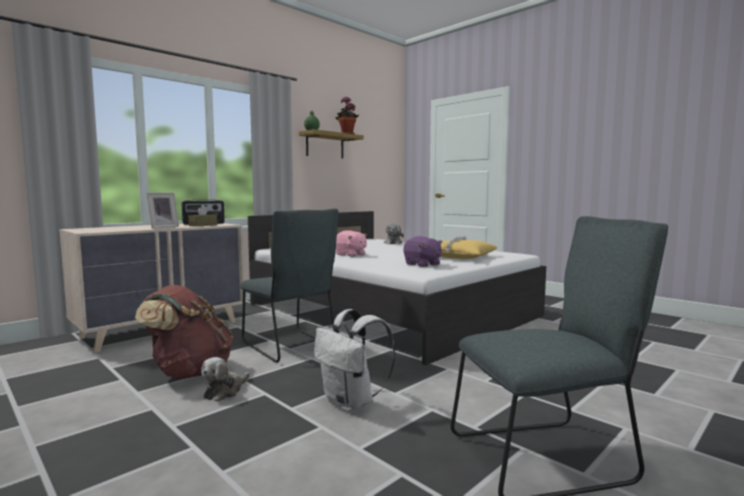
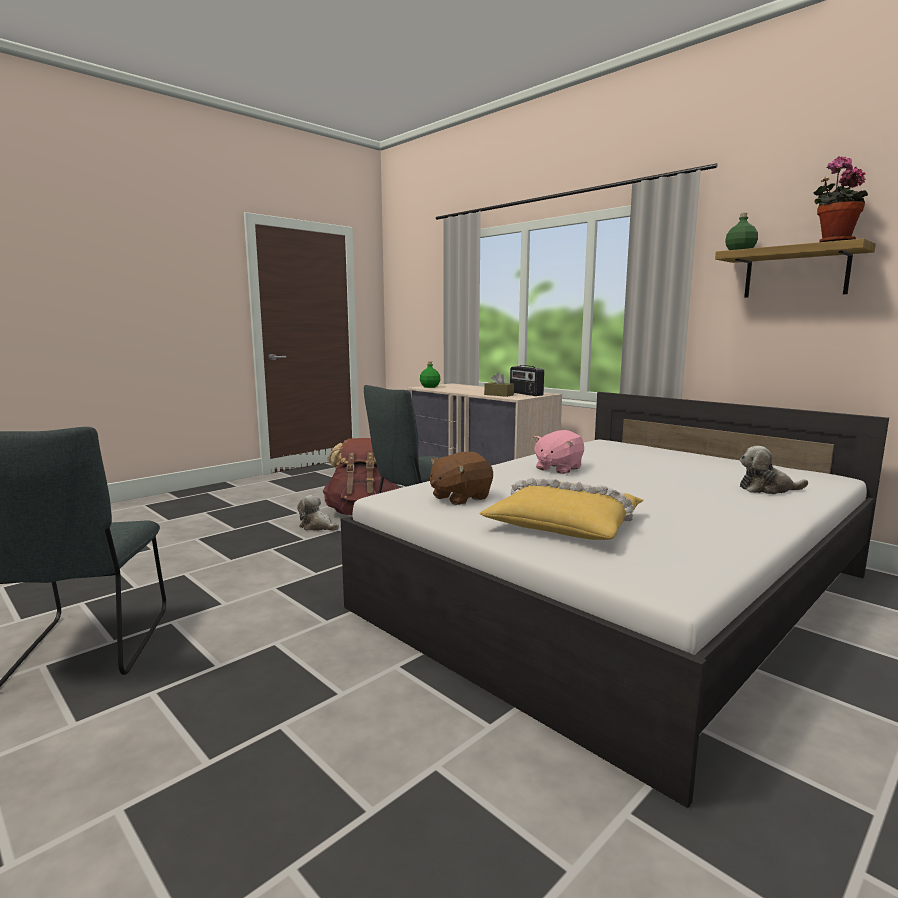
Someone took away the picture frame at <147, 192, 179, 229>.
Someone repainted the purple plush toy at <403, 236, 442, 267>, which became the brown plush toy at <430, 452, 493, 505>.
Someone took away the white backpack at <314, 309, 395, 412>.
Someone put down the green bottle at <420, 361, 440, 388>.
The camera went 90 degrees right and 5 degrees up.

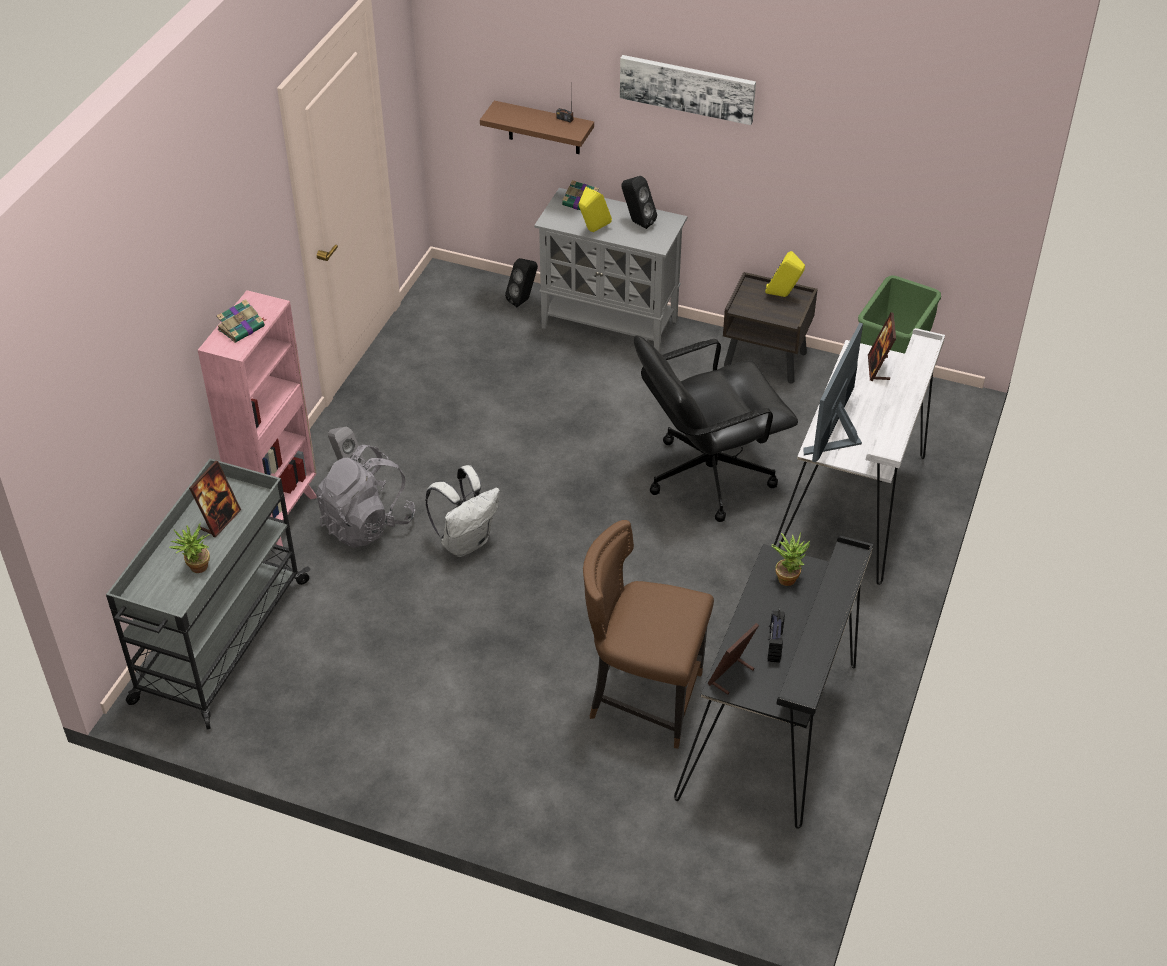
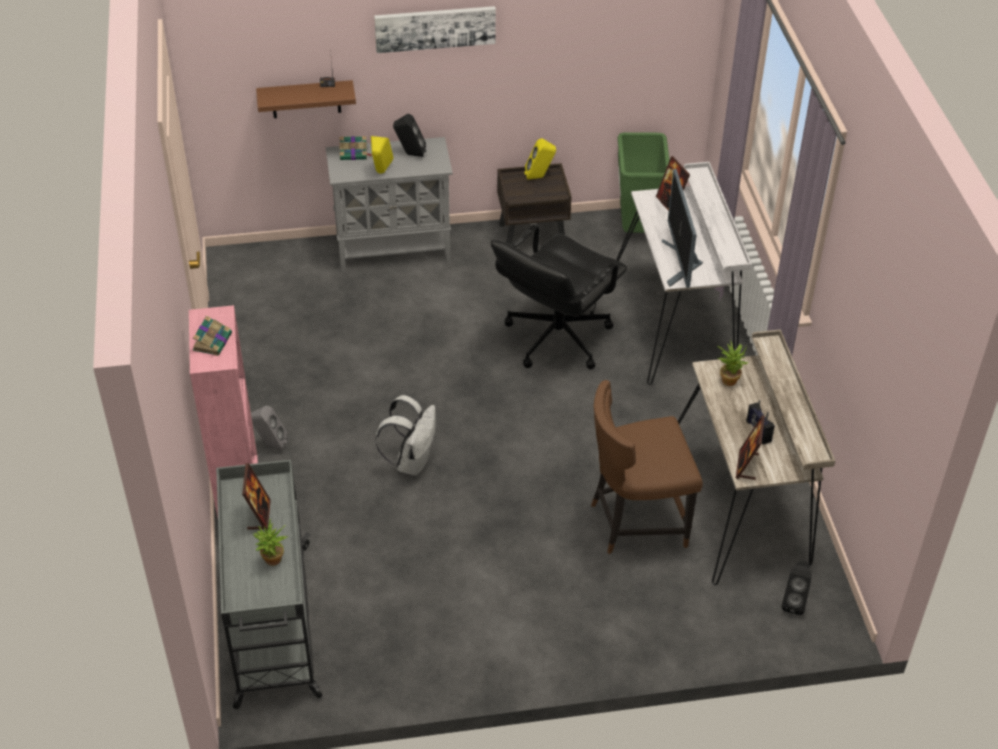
Someone carried the black speaker from <505, 258, 538, 307> to <782, 561, 812, 615>.
Someone took away the grey backpack at <316, 445, 415, 548>.
Someone repainted the black desk at <674, 536, 873, 829>, which became the beige desk at <678, 329, 835, 585>.
The camera went 30 degrees left and 0 degrees up.

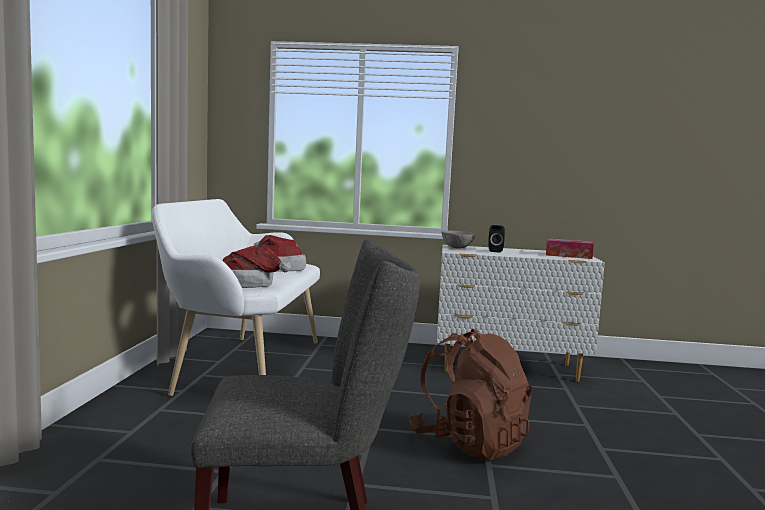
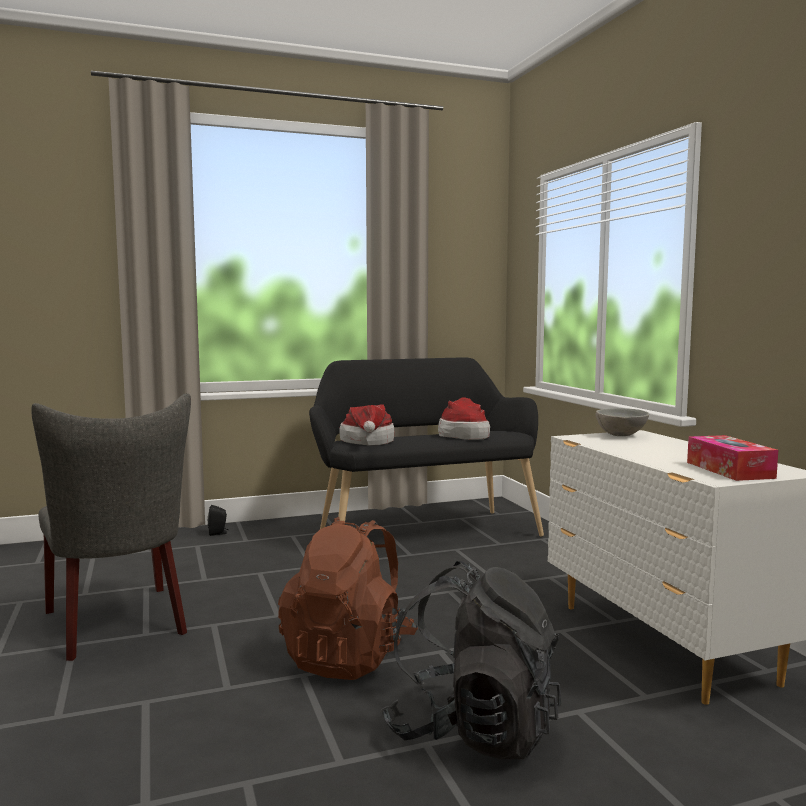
Someone repainted the white bench at <152, 199, 320, 396>, which became the black bench at <309, 357, 544, 537>.
Someone carried the black speaker from <488, 225, 505, 252> to <208, 505, 229, 536>.
Someone put down the black backpack at <381, 561, 561, 759>.
The camera went 65 degrees right and 0 degrees up.

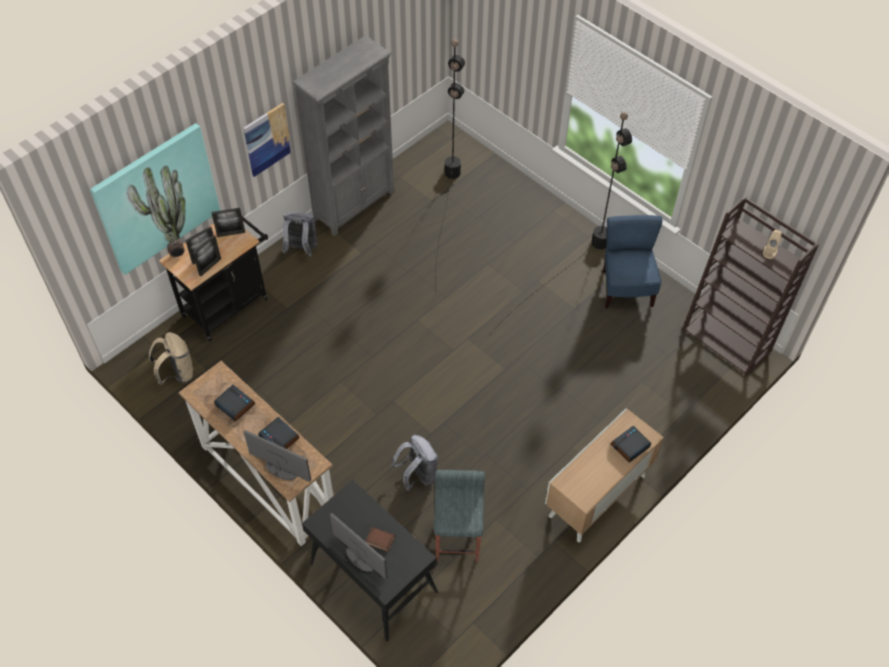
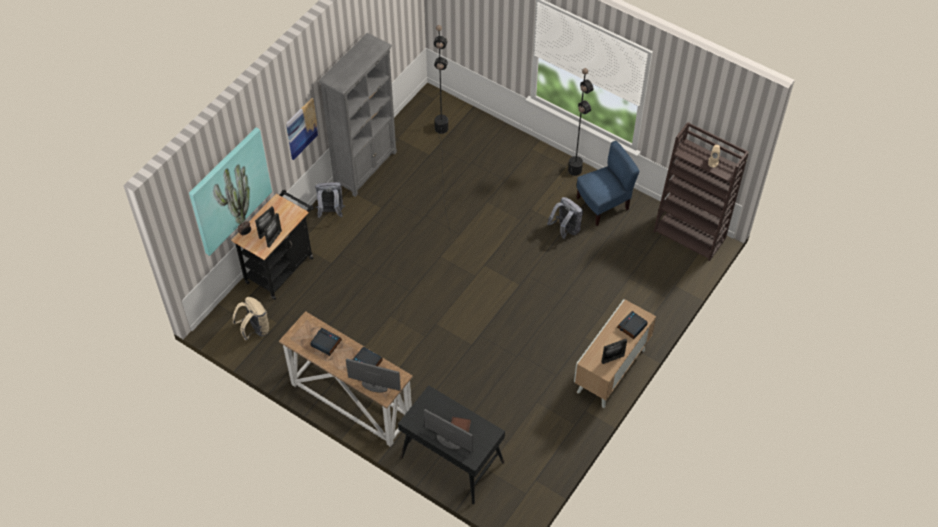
Someone carried the picture frame from <211, 208, 245, 237> to <602, 339, 627, 364>.
Someone rotated the blue chair at <603, 215, 663, 308> by 75 degrees clockwise.
Someone carried the grey backpack from <391, 435, 438, 491> to <547, 197, 583, 239>.
Someone took away the grey stool at <434, 470, 485, 562>.
The camera went 10 degrees left and 0 degrees up.

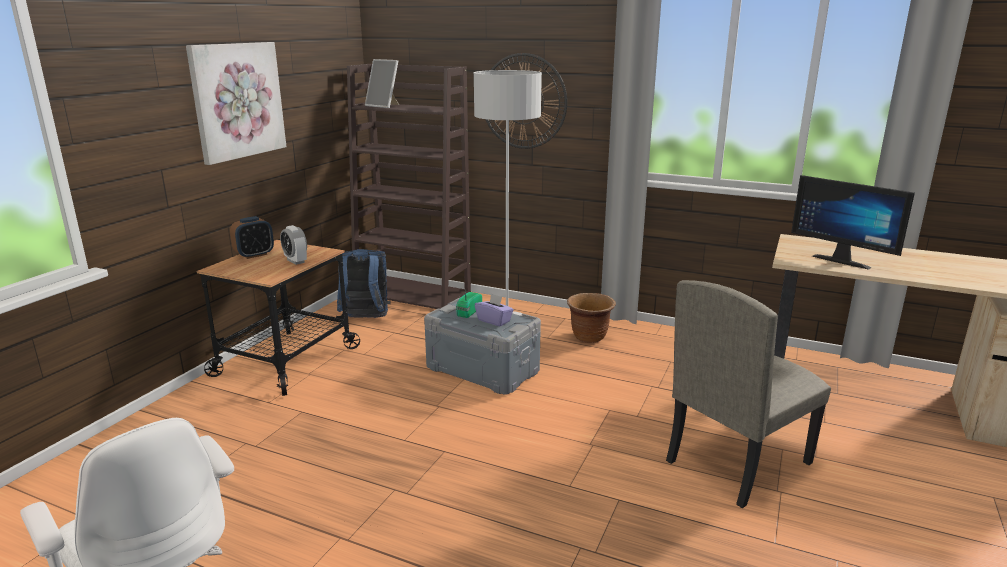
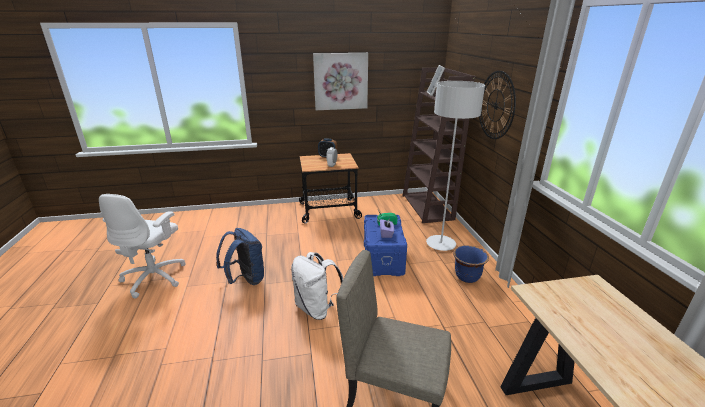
Someone took away the monitor at <791, 175, 915, 270>.
Someone carried the blue backpack from <337, 249, 390, 318> to <216, 228, 265, 285>.
Someone repainted the brown planter at <567, 293, 616, 343>, which became the blue planter at <453, 245, 489, 283>.
Someone repainted the grey storage box at <424, 297, 541, 395>, which became the blue storage box at <364, 215, 407, 276>.
Someone put down the white backpack at <291, 252, 343, 320>.
The camera went 55 degrees right and 5 degrees up.

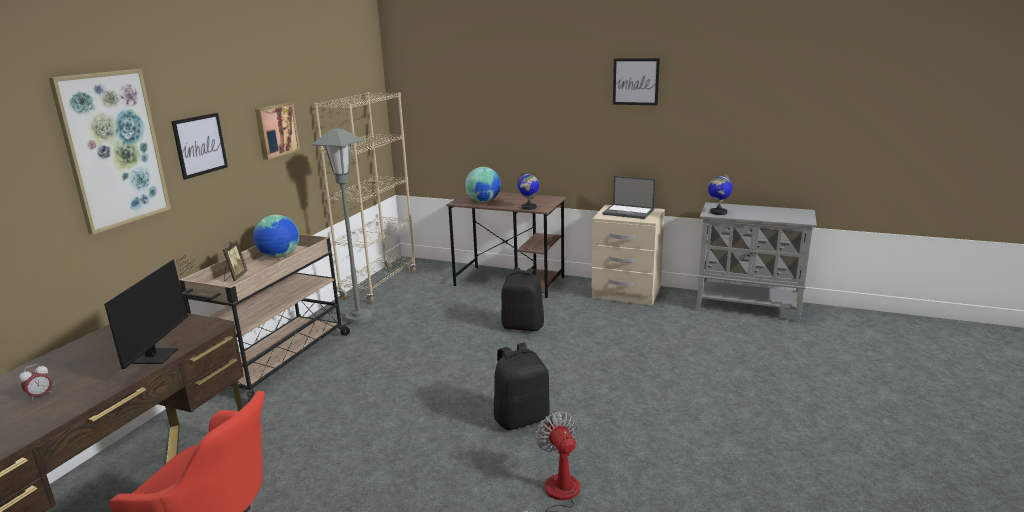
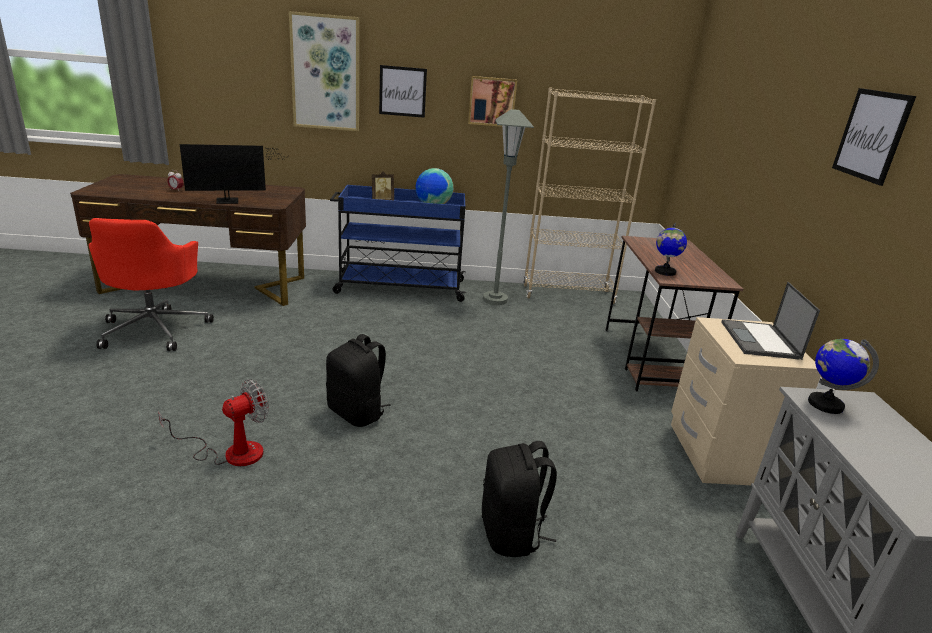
Someone took away the globe at <465, 167, 501, 202>.
Someone repainted the beige cart at <179, 234, 351, 402>, which became the blue cart at <330, 185, 466, 302>.
Someone carried the black backpack from <501, 268, 544, 331> to <482, 441, 557, 557>.
The camera went 65 degrees right and 5 degrees up.

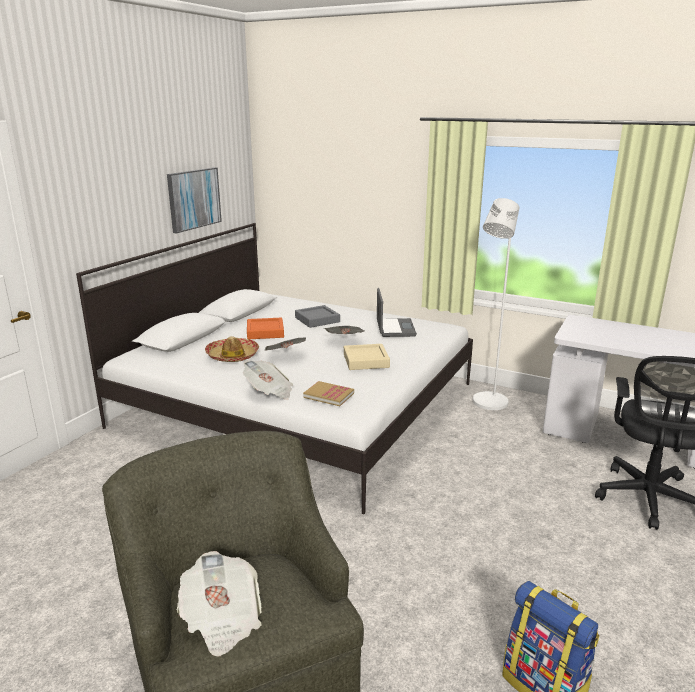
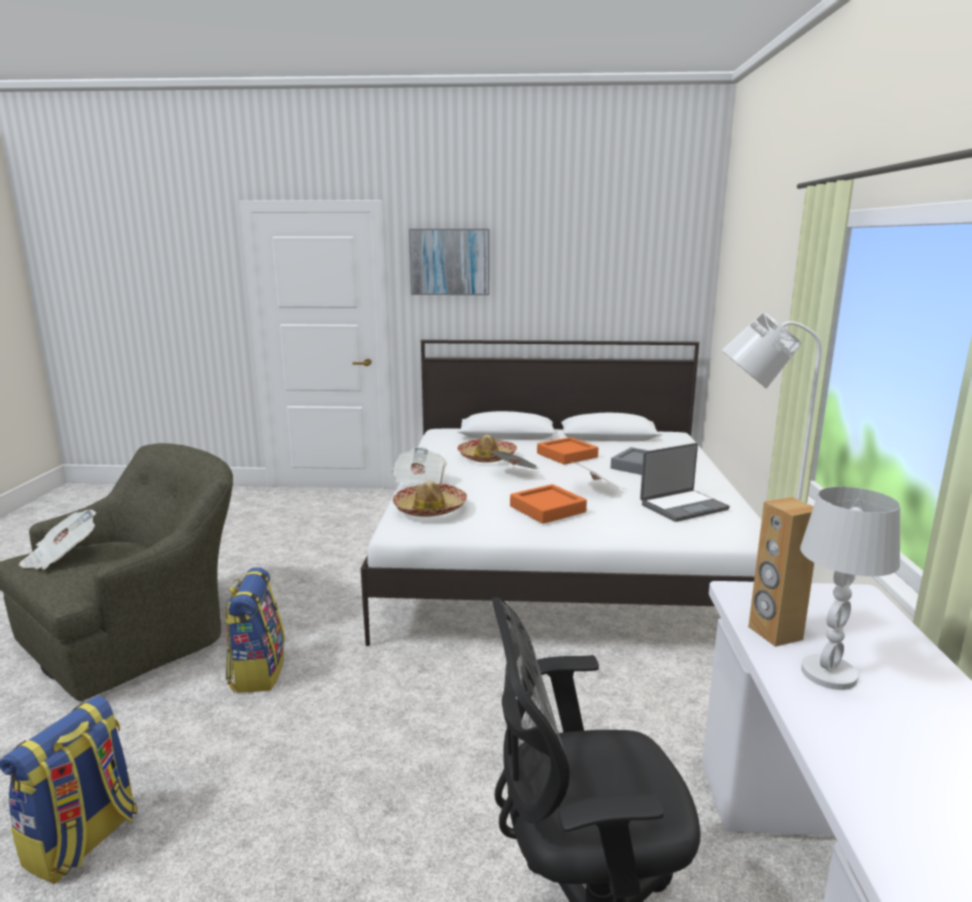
Someone carried the picture from <167, 167, 222, 233> to <409, 229, 489, 295>.
Someone repainted the beige tray at <344, 344, 390, 370>, which became the orange tray at <510, 484, 587, 524>.
Someone swapped the book at <303, 381, 354, 406> for the hat at <393, 481, 467, 517>.
Someone put down the white table lamp at <800, 487, 900, 690>.
Someone put down the brown speaker at <748, 497, 814, 647>.
Someone put down the backpack at <225, 567, 285, 692>.
The camera went 65 degrees right and 5 degrees down.

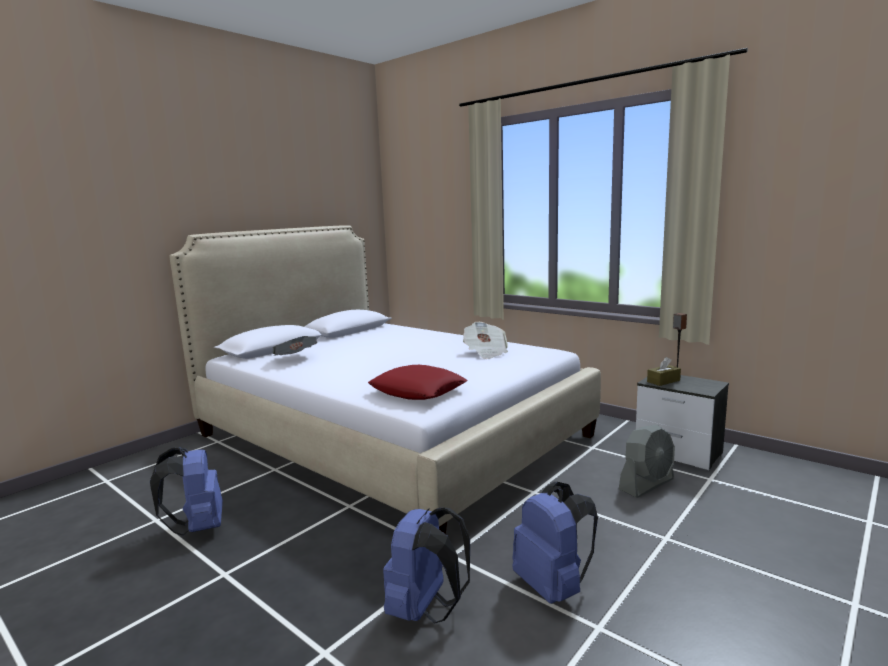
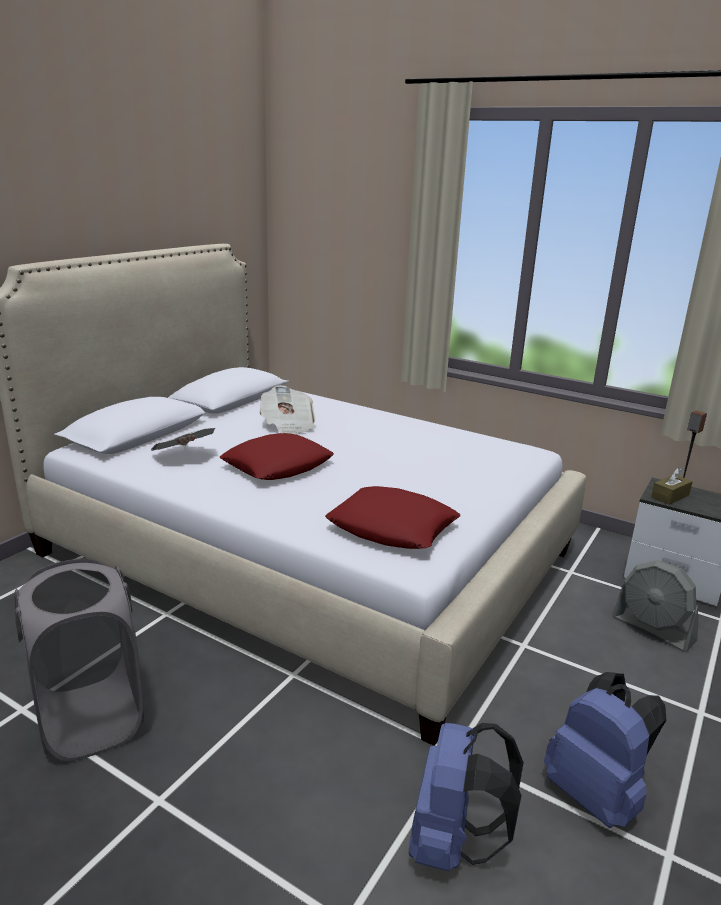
Someone carried the newspaper from <463, 322, 508, 359> to <259, 385, 315, 435>.
Someone rotated the grey fan at <619, 425, 675, 498> by 90 degrees clockwise.
Someone swapped the blue backpack at <150, 447, 223, 535> for the grey laundry basket at <14, 559, 144, 761>.
Someone put down the red pillow at <220, 433, 334, 480>.
The camera went 10 degrees left and 10 degrees up.

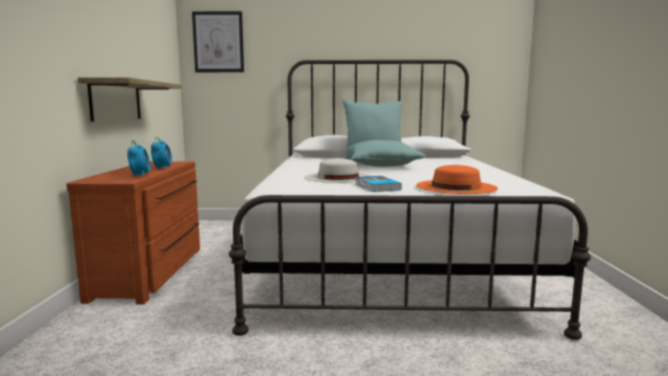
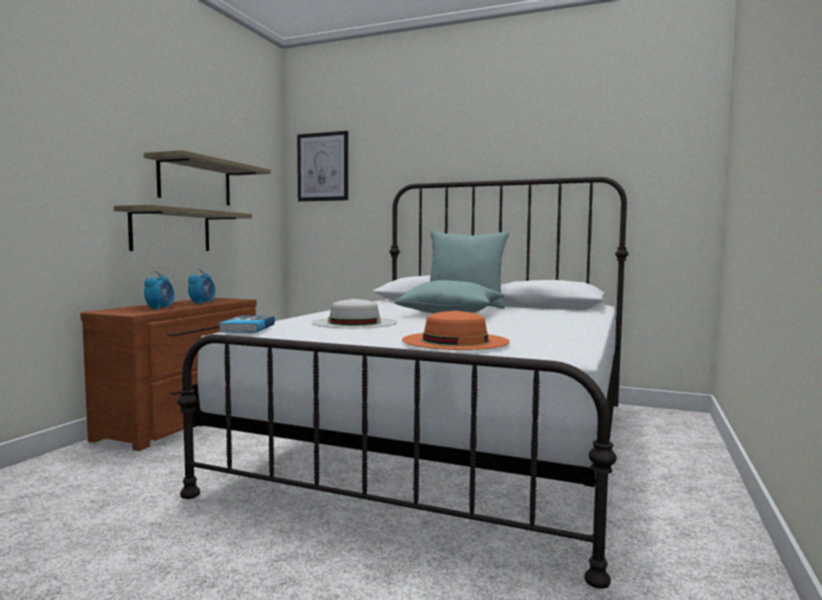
Someone carried the book from <355, 176, 402, 192> to <219, 316, 275, 333>.
Someone put up the shelf at <144, 150, 271, 206>.
The camera went 20 degrees right and 5 degrees down.

